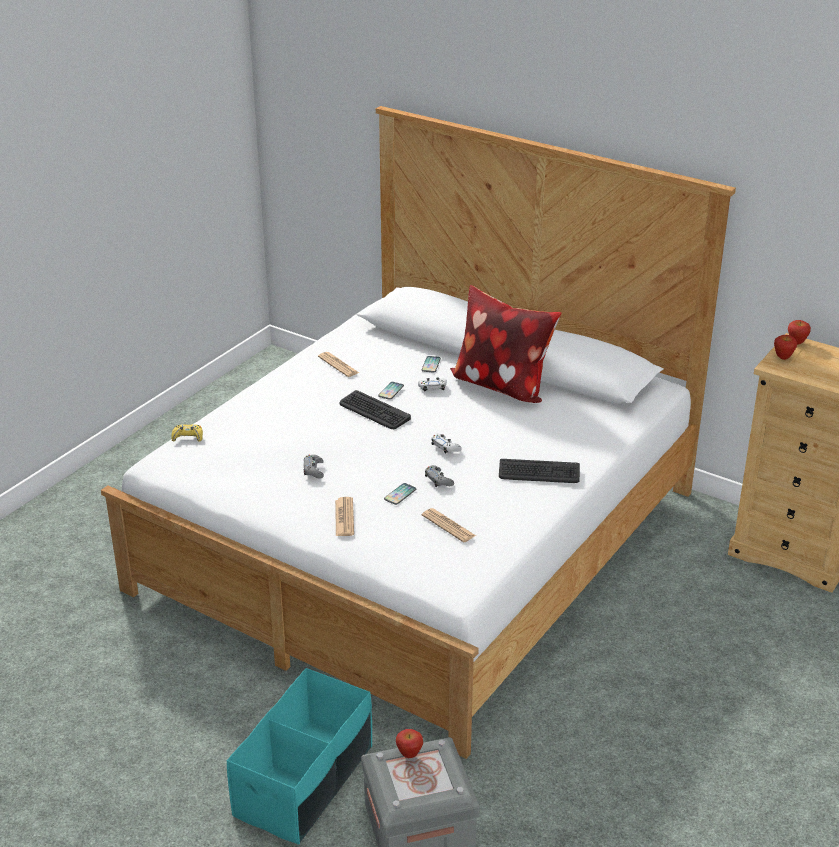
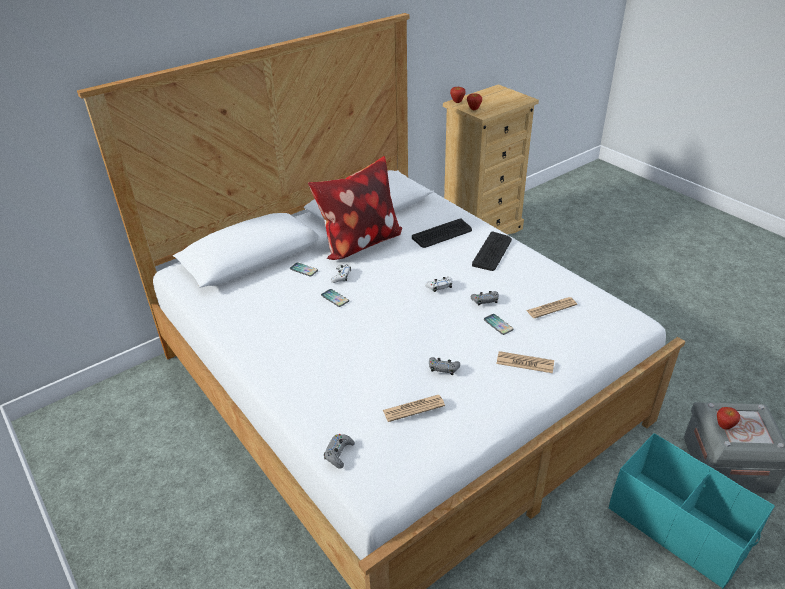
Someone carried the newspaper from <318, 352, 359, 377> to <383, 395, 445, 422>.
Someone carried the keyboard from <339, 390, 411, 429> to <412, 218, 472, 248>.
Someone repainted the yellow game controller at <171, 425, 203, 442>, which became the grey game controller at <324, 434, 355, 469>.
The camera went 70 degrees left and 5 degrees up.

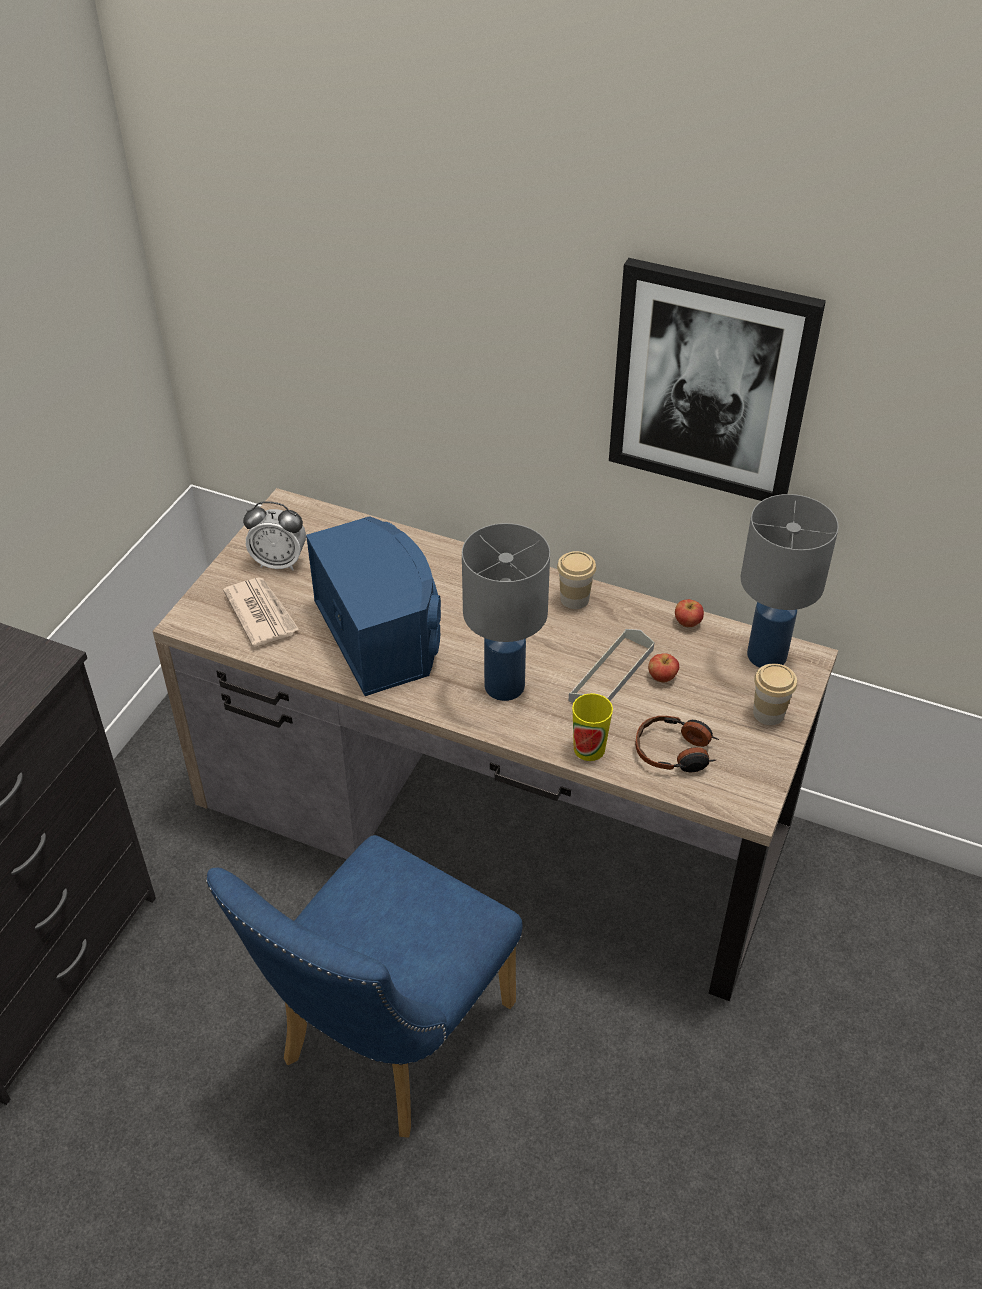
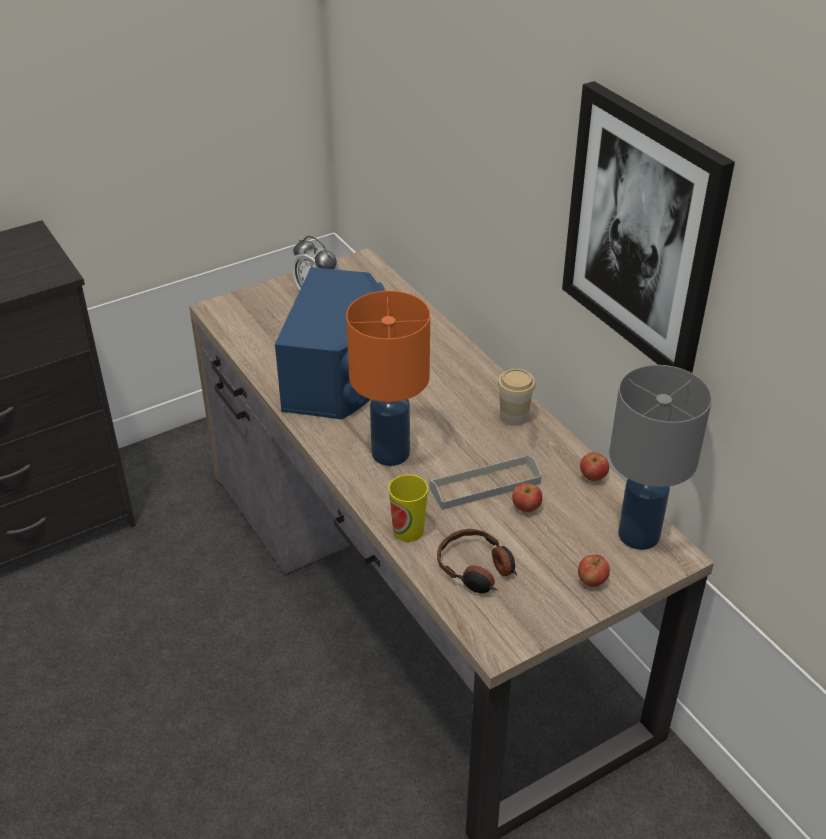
Someone repainted the grey table lamp at <462, 523, 550, 701>, which became the orange table lamp at <346, 291, 430, 466>.
Someone took away the newspaper at <223, 577, 299, 647>.
Someone swapped the cup at <753, 664, 797, 725> for the apple at <578, 555, 610, 587>.
Someone took away the blue chair at <206, 835, 523, 1138>.
The camera went 35 degrees right and 5 degrees down.

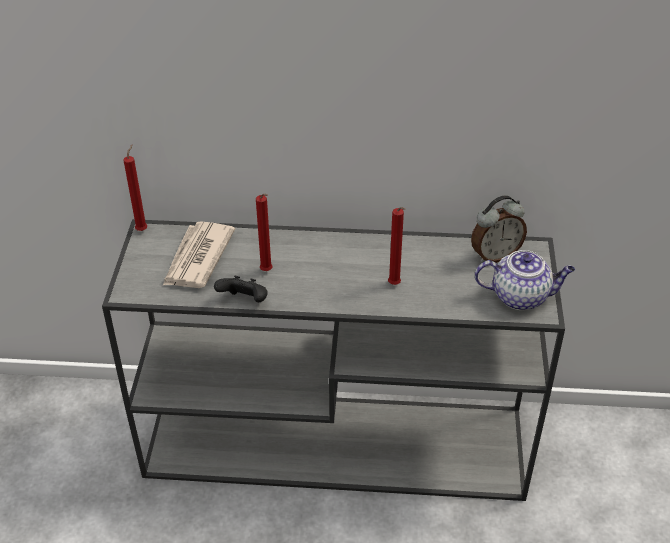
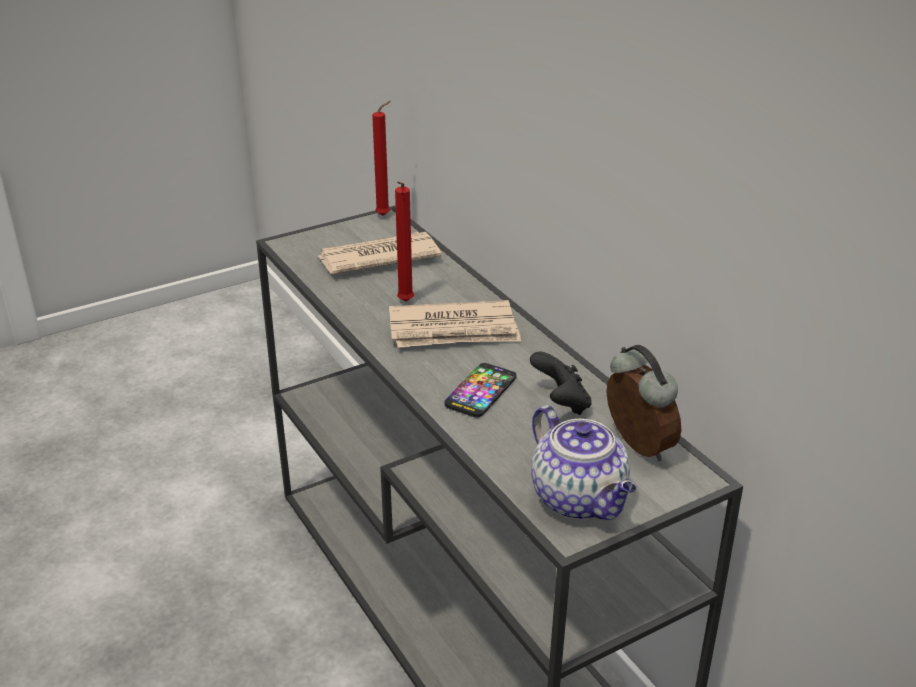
Someone rotated the alarm clock at <471, 196, 527, 263> by 150 degrees counterclockwise.
Someone swapped the red candle at <388, 207, 405, 285> for the phone at <444, 363, 517, 418>.
Someone carried the black game controller from <214, 276, 268, 302> to <530, 352, 592, 415>.
Someone put down the newspaper at <389, 300, 521, 347>.
The camera went 55 degrees right and 10 degrees down.

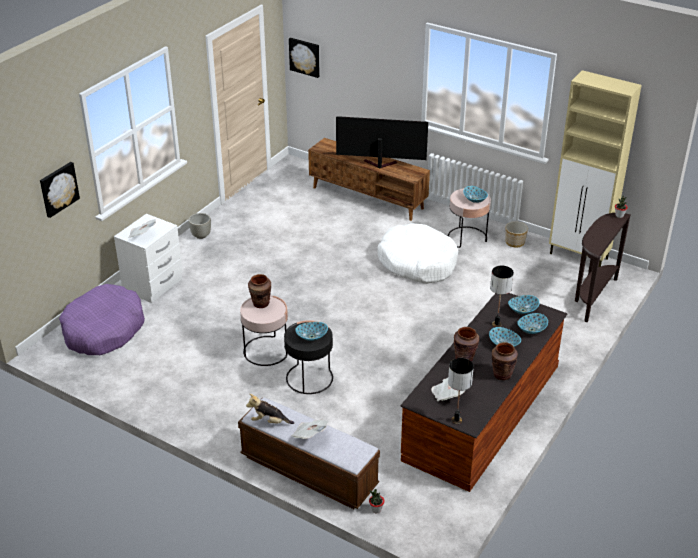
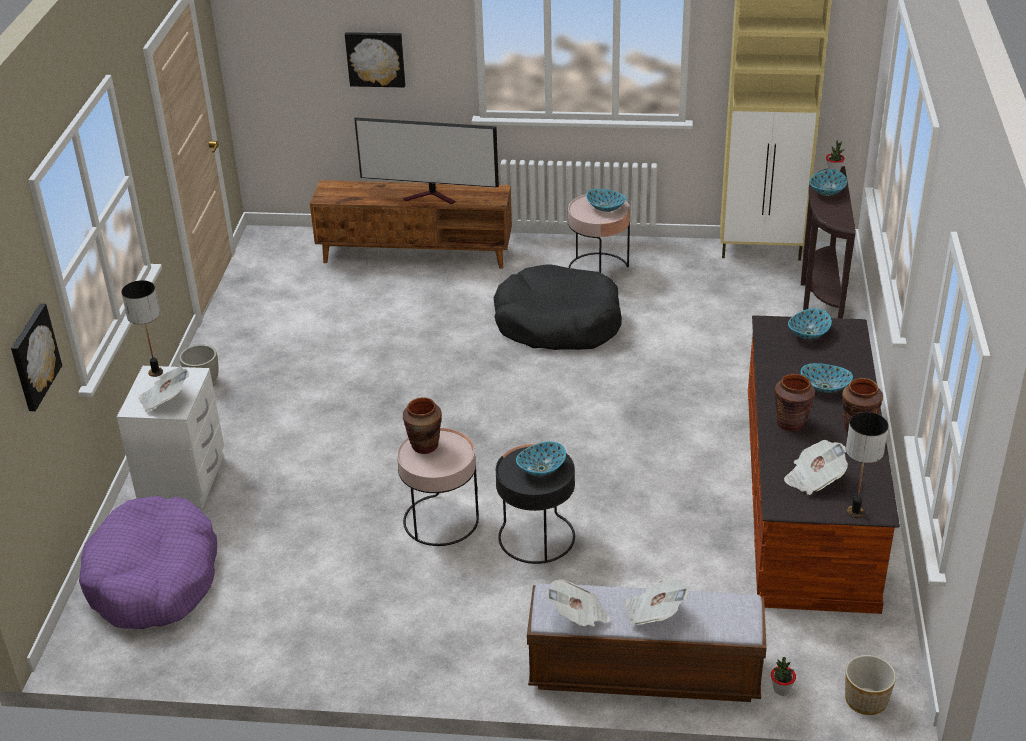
Someone carried the picture from <289, 38, 320, 78> to <345, 32, 406, 88>.
Someone rotated the television at <336, 116, 428, 168> by 150 degrees counterclockwise.
Someone carried the planter from <506, 221, 528, 248> to <845, 655, 896, 715>.
Someone repainted the white dog bed at <377, 223, 458, 284>, which became the black dog bed at <494, 264, 622, 350>.
Someone carried the table lamp from <490, 266, 514, 327> to <121, 280, 163, 377>.
Someone carried the bowl from <517, 313, 548, 334> to <810, 169, 847, 196>.
Someone swapped the plush toy at <246, 394, 294, 424> for the newspaper at <545, 579, 611, 626>.
The camera went 25 degrees left and 0 degrees up.

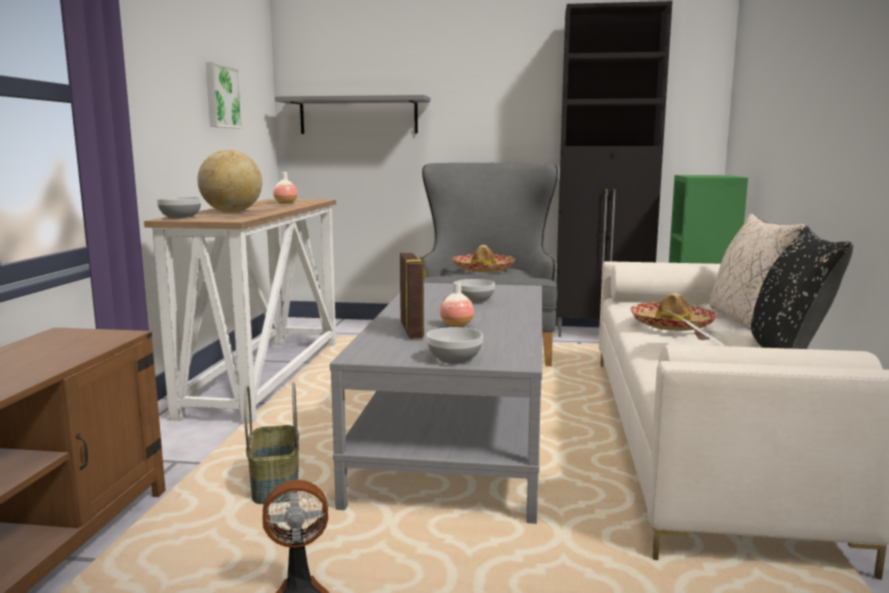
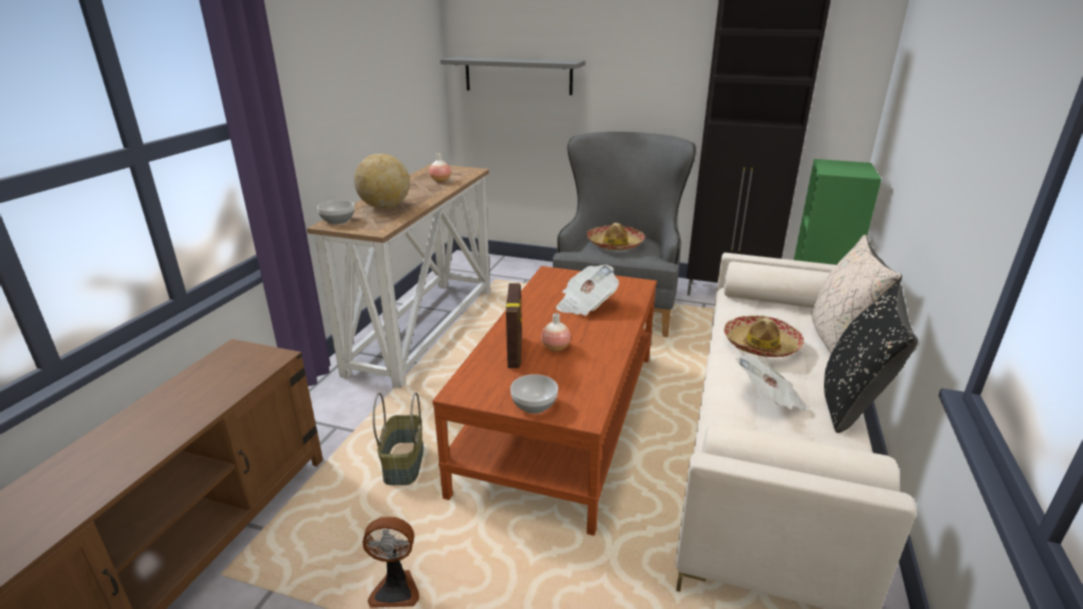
Someone took away the picture at <206, 62, 243, 128>.
Someone swapped the bowl at <455, 279, 495, 304> for the newspaper at <556, 265, 619, 316>.
Someone repainted the grey coffee table at <330, 283, 542, 524>, which became the brown coffee table at <432, 266, 657, 536>.
The camera went 10 degrees right and 15 degrees up.

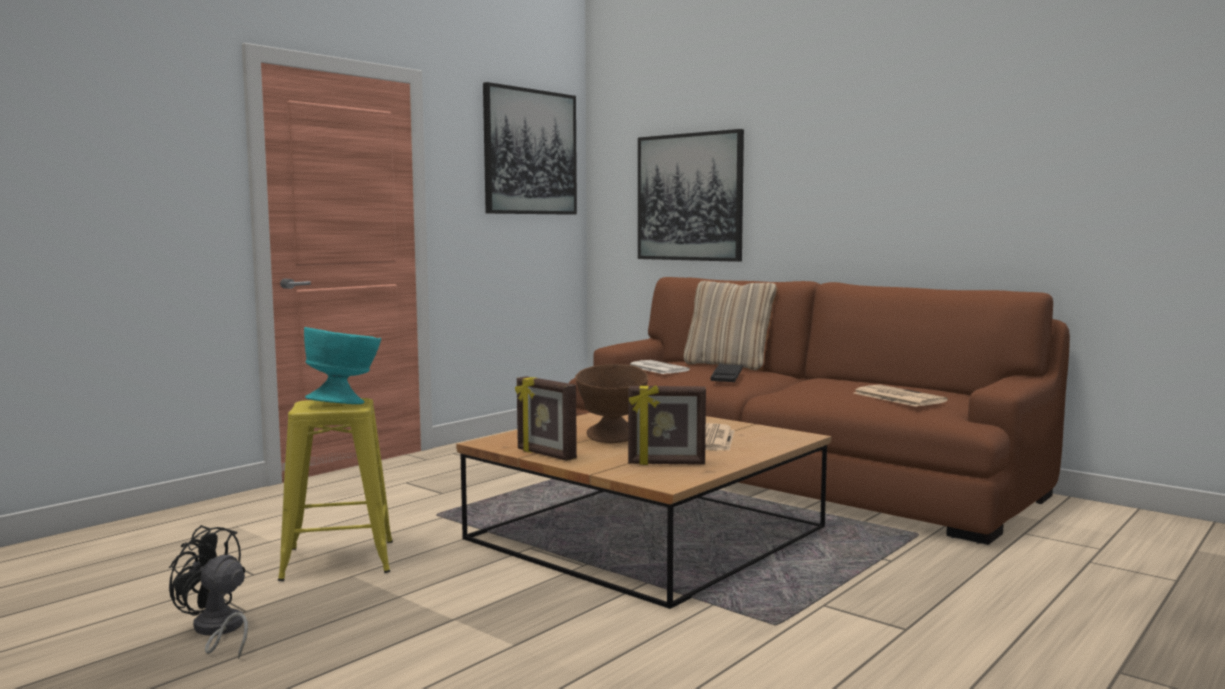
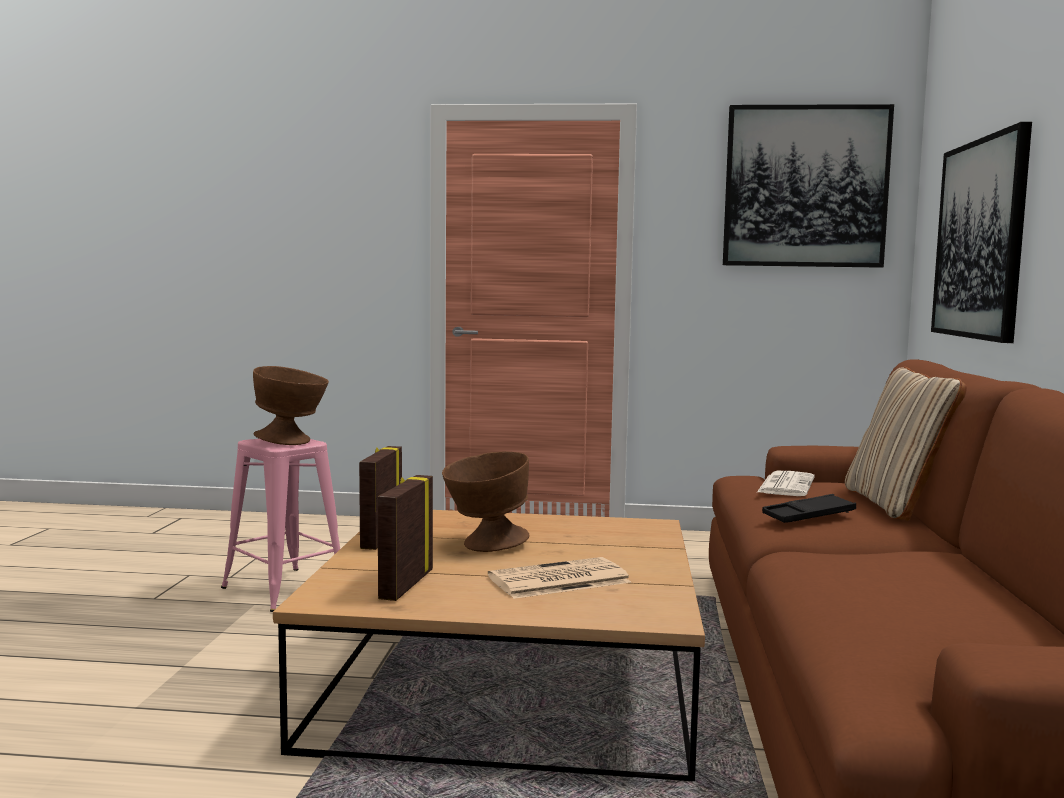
Someone repainted the turquoise bowl at <304, 327, 382, 404>, which became the brown bowl at <253, 366, 329, 445>.
Someone rotated the picture frame at <628, 385, 706, 465> by 45 degrees clockwise.
Someone took away the newspaper at <854, 385, 948, 407>.
Someone repainted the yellow stool at <278, 398, 393, 581>, which became the pink stool at <221, 439, 340, 612>.
Someone took away the black fan at <169, 525, 248, 659>.
The camera went 55 degrees right and 0 degrees up.

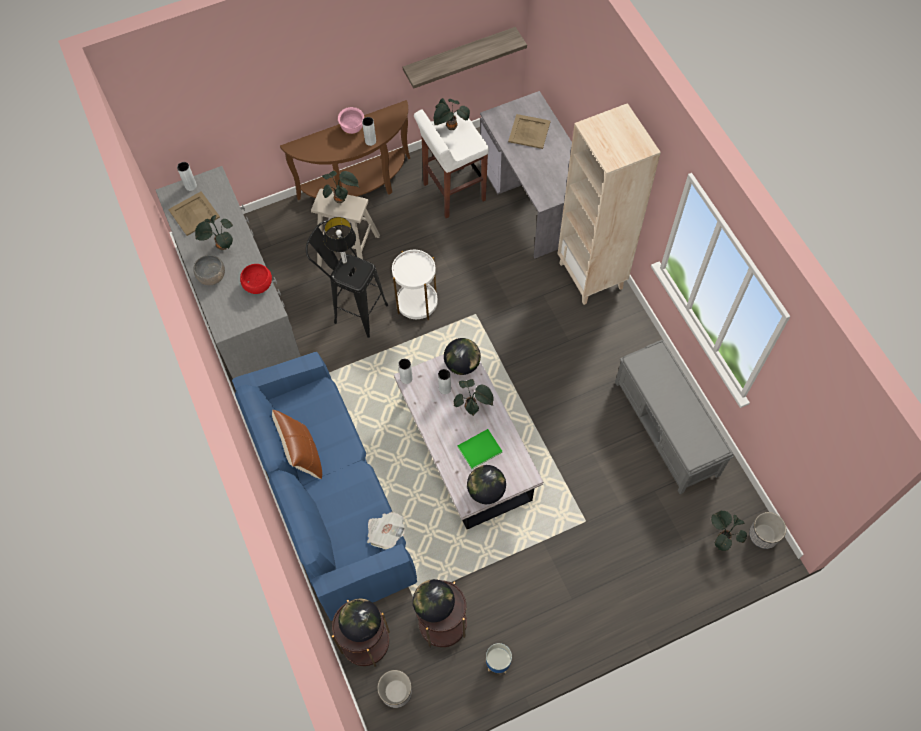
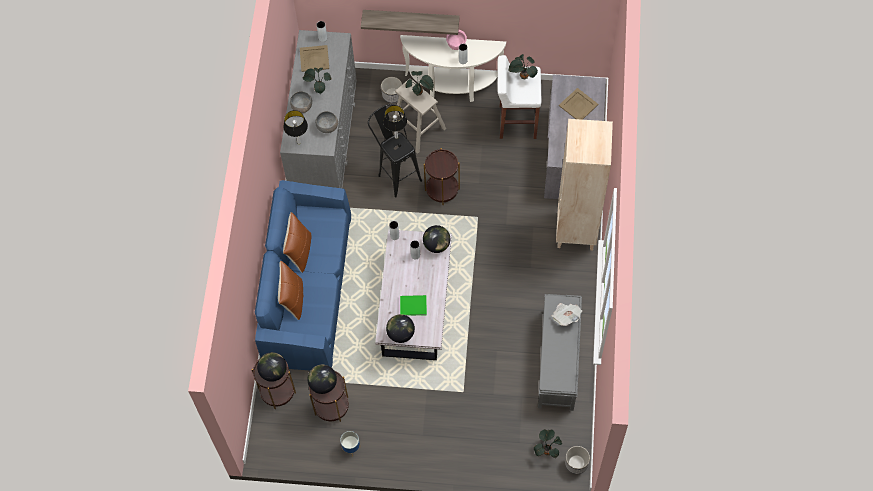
Someone carried the shelf from <403, 27, 527, 89> to <361, 10, 460, 35>.
Someone repainted the brown console table at <280, 100, 410, 200>, which became the white console table at <400, 35, 506, 102>.
Someone repainted the white side table at <392, 250, 438, 320>, which became the brown side table at <424, 148, 460, 205>.
Someone repainted the red bowl at <240, 264, 272, 294>, which became the grey bowl at <315, 111, 338, 133>.
Someone took away the potted plant at <454, 379, 494, 416>.
Someone carried the newspaper from <367, 512, 405, 549> to <551, 303, 582, 326>.
Someone carried the planter from <377, 670, 412, 708> to <381, 77, 402, 103>.
Someone put down the table lamp at <283, 110, 308, 144>.
Someone put down the brown pillow at <278, 261, 303, 320>.
The camera went 30 degrees right and 0 degrees up.

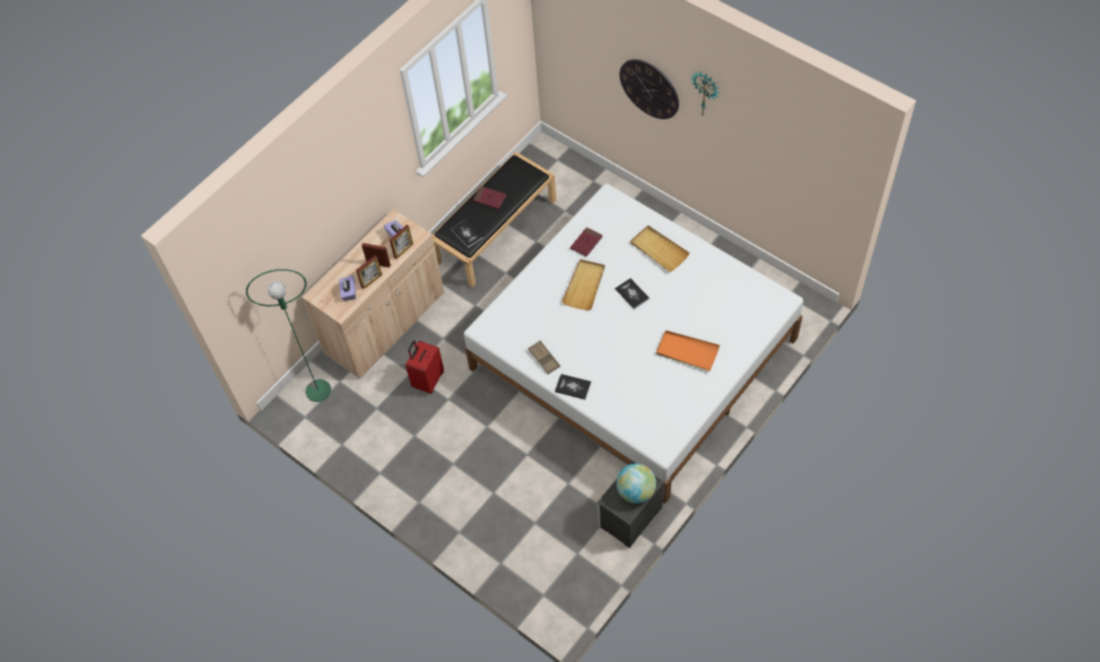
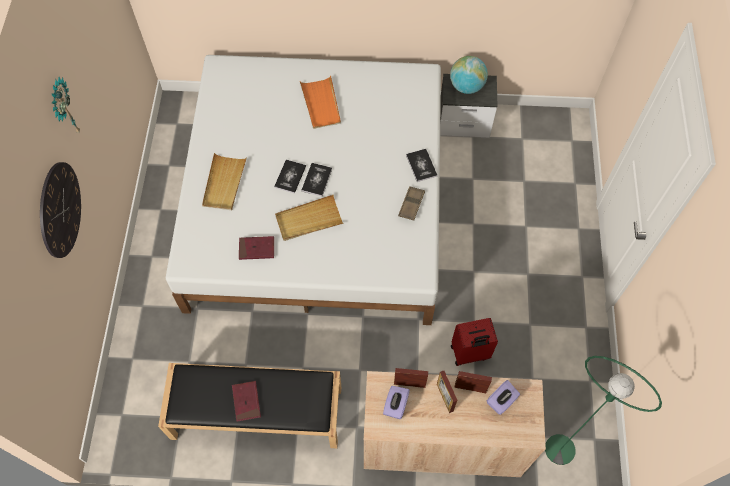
Someone carried the book from <451, 219, 483, 248> to <301, 163, 332, 196>.
The camera went 130 degrees left and 5 degrees up.

